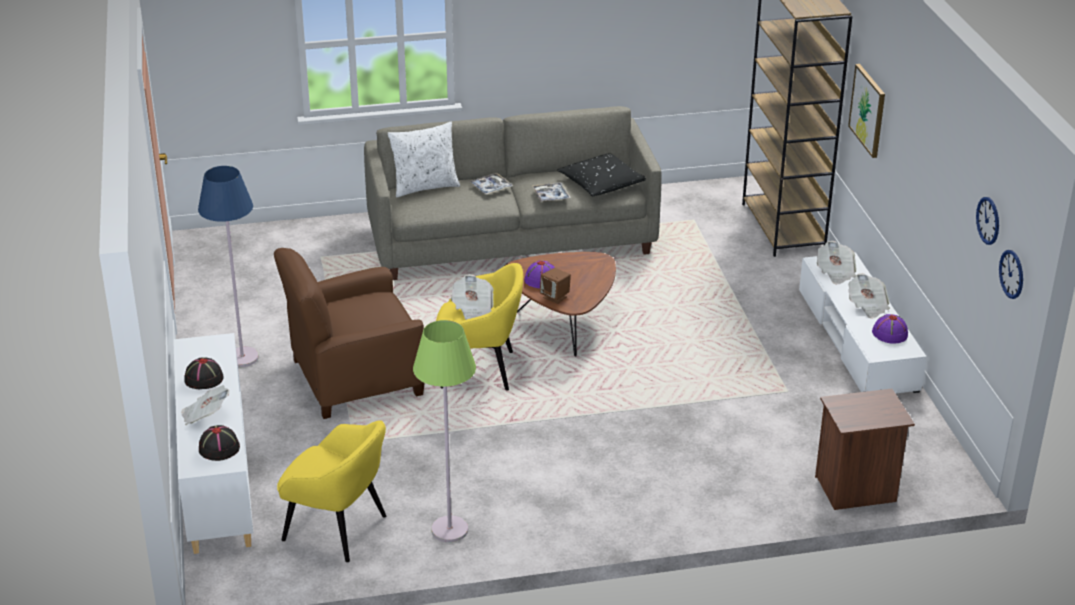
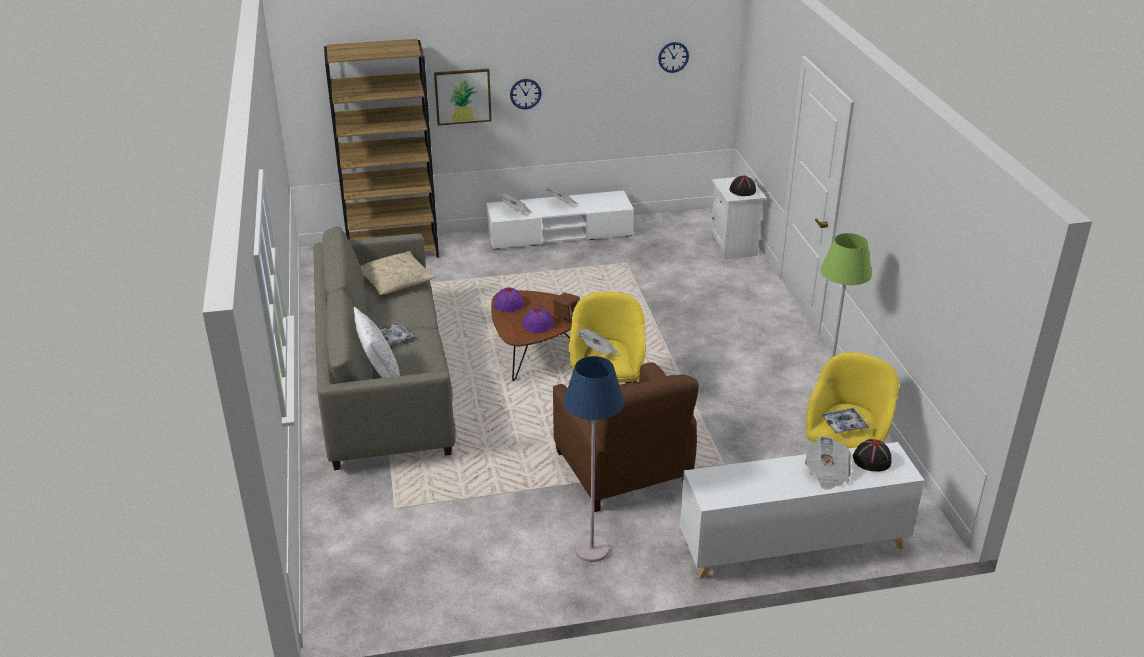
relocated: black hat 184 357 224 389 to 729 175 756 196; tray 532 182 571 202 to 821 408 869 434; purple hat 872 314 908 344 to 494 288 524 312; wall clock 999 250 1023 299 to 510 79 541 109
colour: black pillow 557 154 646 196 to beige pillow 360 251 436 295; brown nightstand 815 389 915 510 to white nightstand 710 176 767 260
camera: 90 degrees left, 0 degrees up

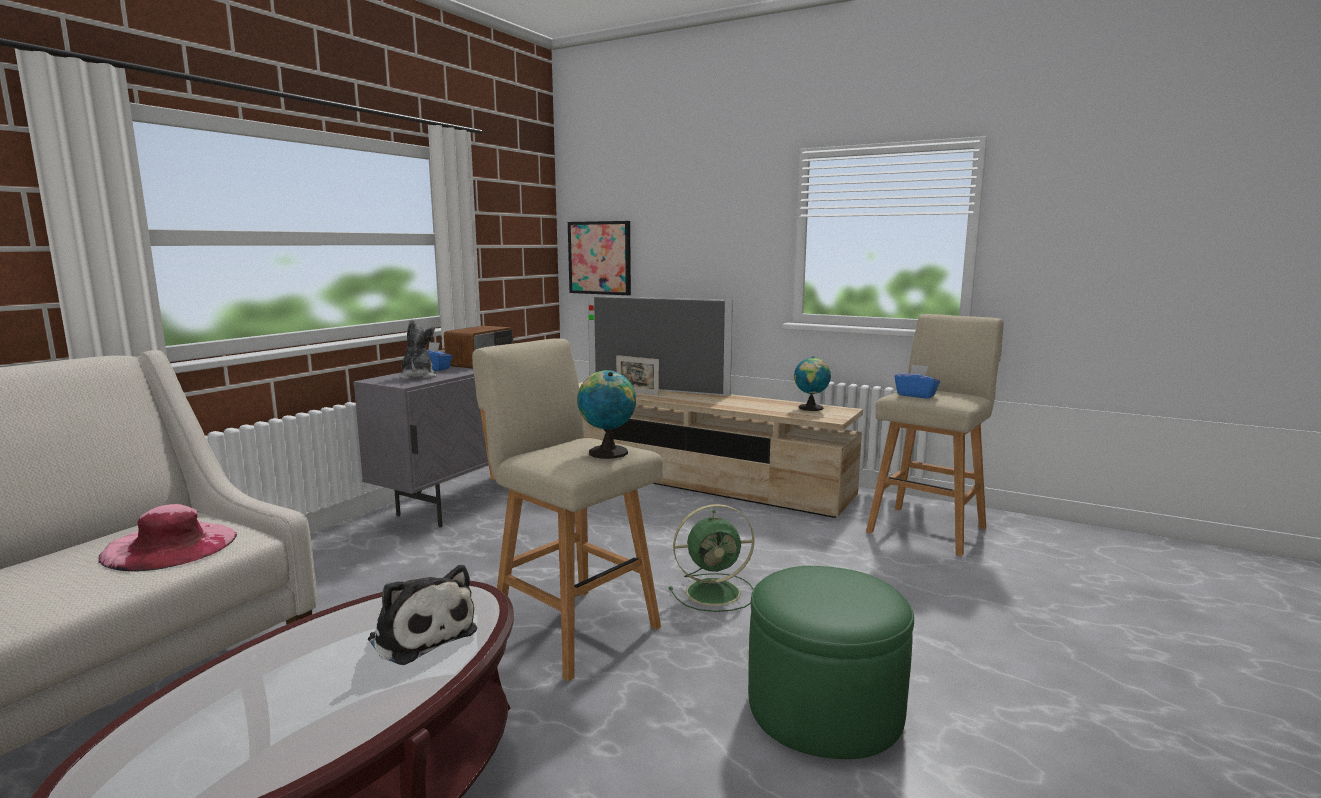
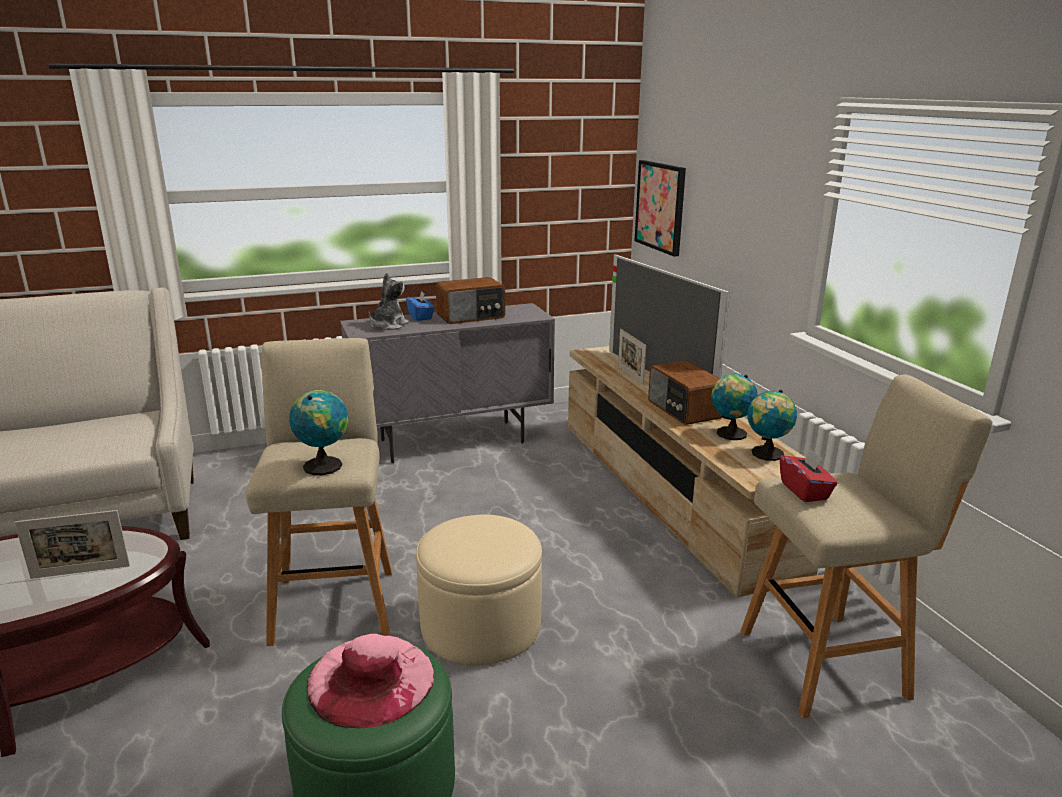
appeared: radio 648 360 722 425; globe 711 374 758 440
relocated: pink hat 99 504 237 572 to 307 634 434 728
exchanged: plush toy 368 565 477 665 to picture frame 14 510 130 579; green fan 669 504 754 612 to beige ottoman 416 514 542 666
colour: blue tissue box 895 365 940 399 to red tissue box 780 448 837 502
camera: 40 degrees right, 10 degrees up

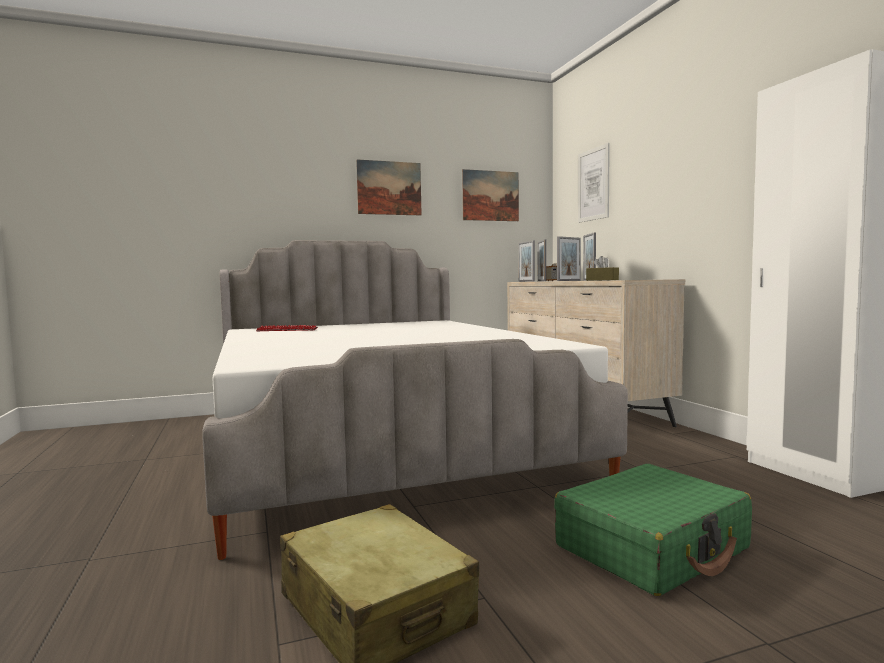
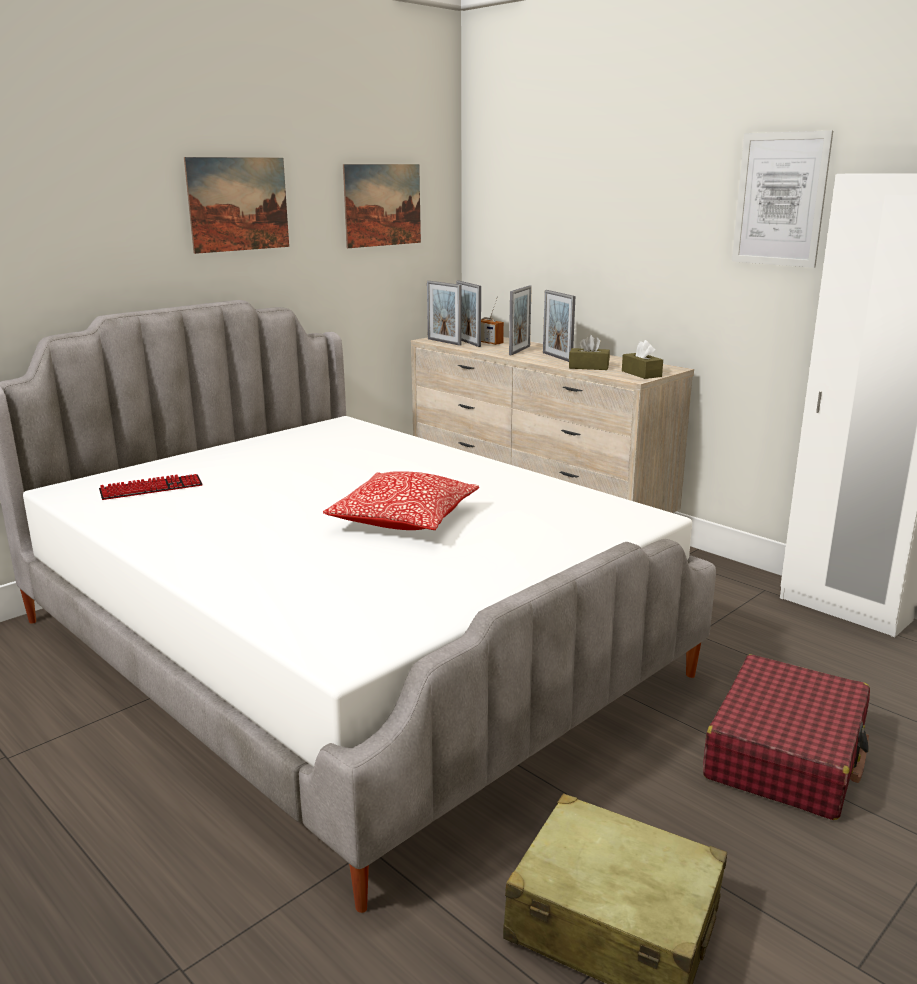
appeared: pillow 323 471 479 530; brown tissue box 622 340 663 379
relocated: picture 578 143 610 223 to 732 131 833 268
colour: green suitcase 554 464 752 596 to red suitcase 703 654 870 820
camera: 25 degrees left, 15 degrees up

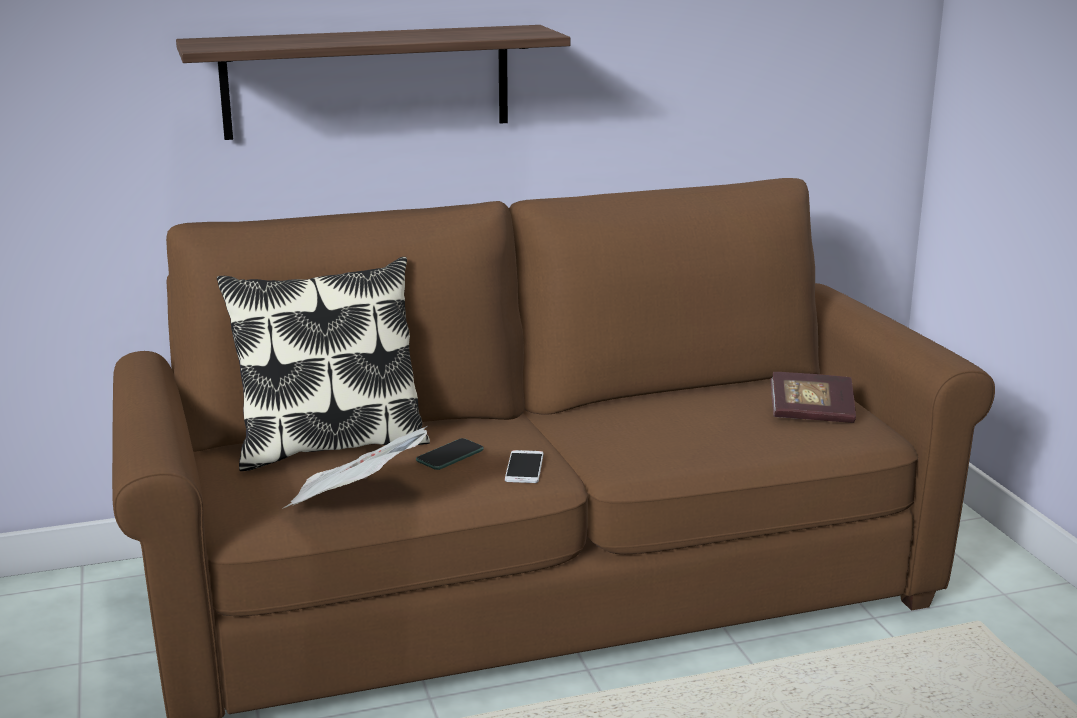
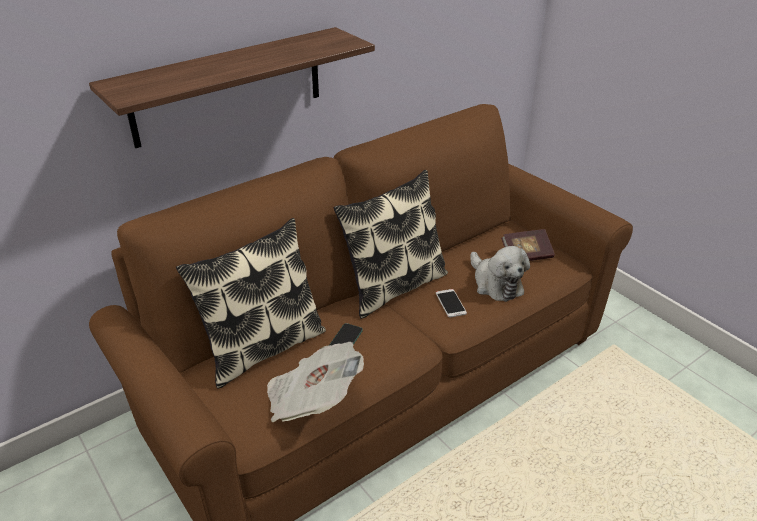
appeared: pillow 334 170 448 319; plush toy 470 246 530 302
relocated: phone 505 450 544 483 to 436 289 467 317
camera: 20 degrees left, 15 degrees up

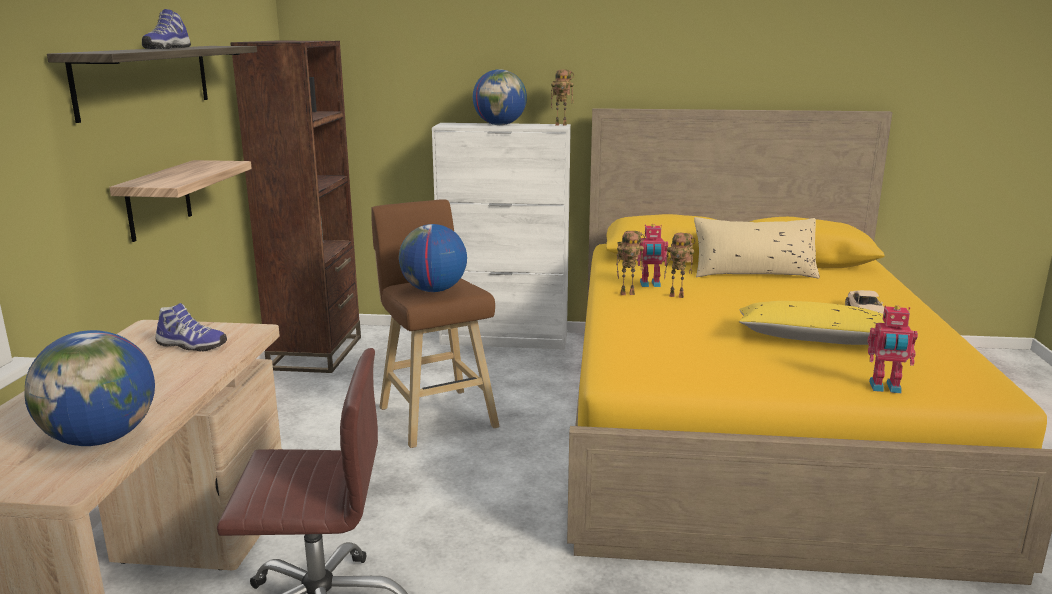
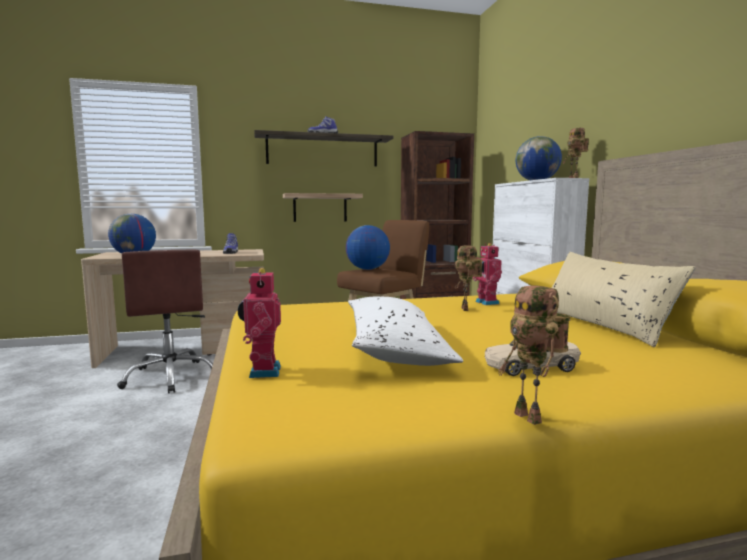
relocated: toy robot 616 231 645 295 to 498 285 570 425
colour: yellow pillow 739 301 884 345 to white pillow 348 297 463 366
camera: 70 degrees right, 10 degrees down

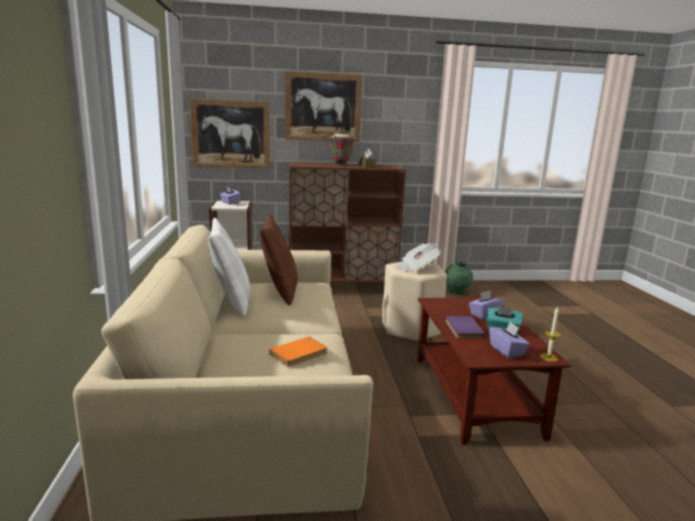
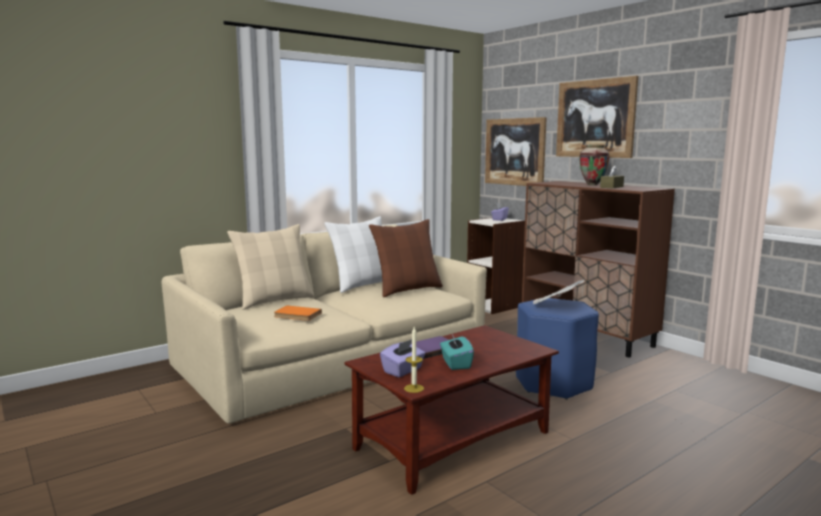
missing: green vase 445 262 473 295; purple tissue box 469 291 505 320
appeared: beige pillow 227 224 314 310
colour: beige stool 382 262 447 342 to blue stool 516 298 599 400
camera: 60 degrees right, 5 degrees down

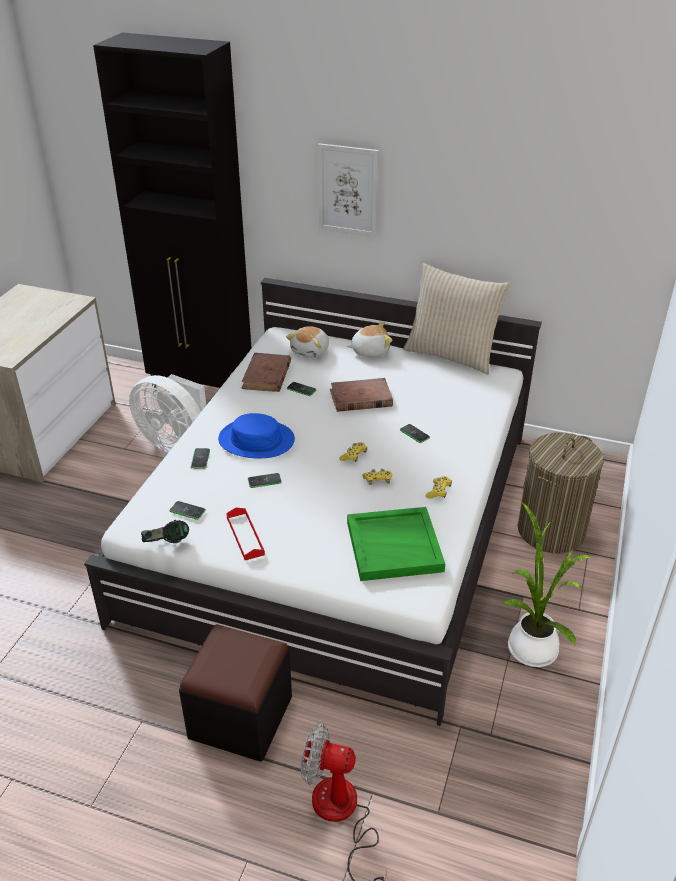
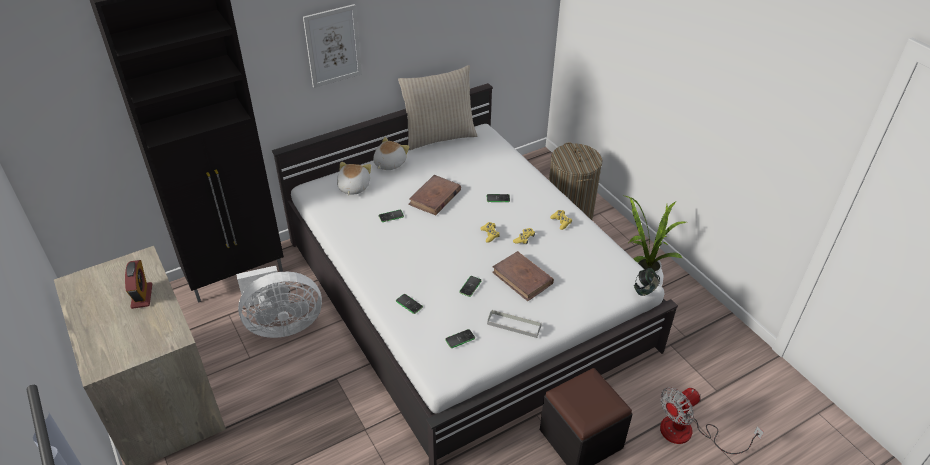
missing: blue hat 218 413 295 458; green tray 347 507 445 581
appeared: alarm clock 125 260 152 309
relocated: headphones 141 520 189 543 to 634 267 660 296; brown book 241 353 291 392 to 492 251 554 301
colour: red tray 226 507 265 560 to grey tray 487 310 542 338
spun: plush toy 286 326 329 358 = 337 162 371 195 150 degrees counterclockwise
camera: 50 degrees left, 5 degrees up

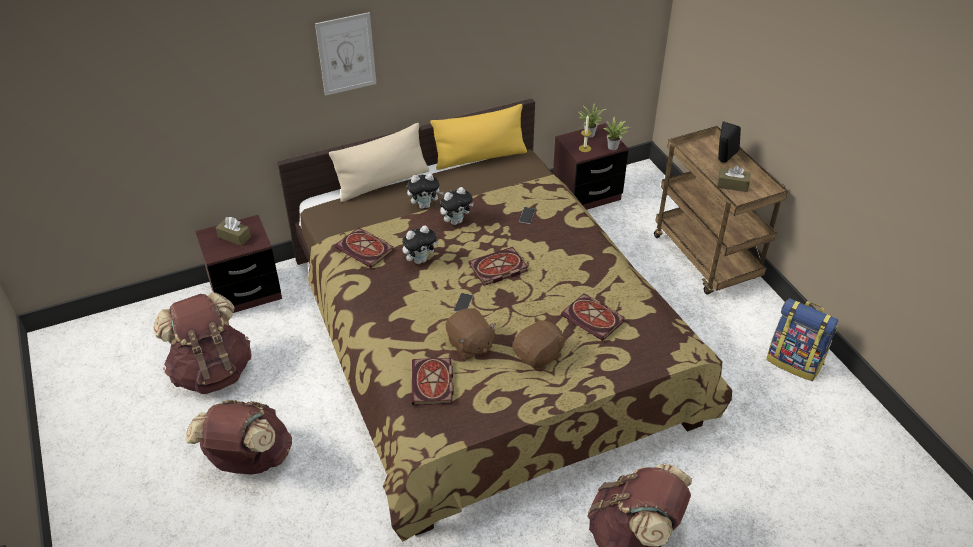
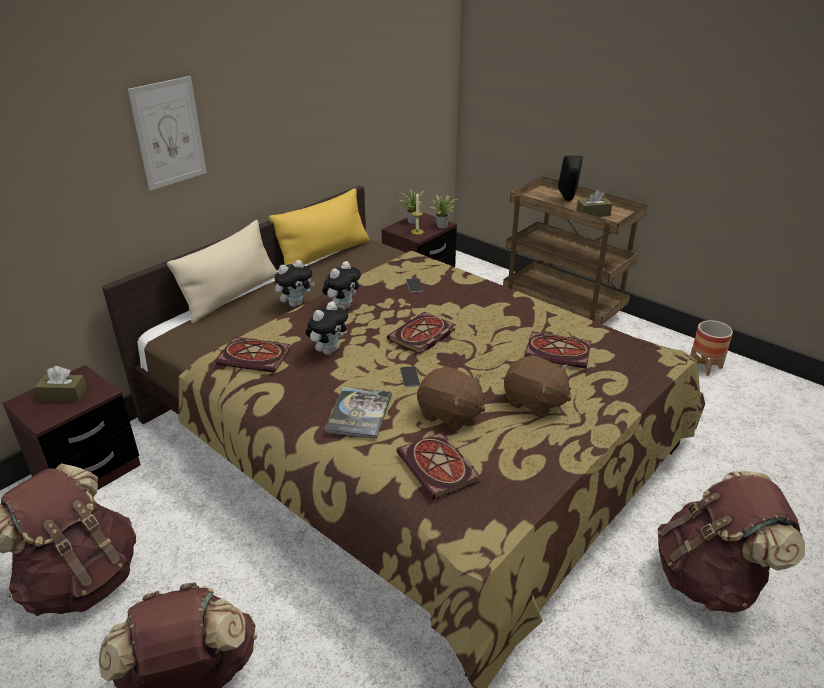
appeared: book 324 387 392 439
exchanged: backpack 766 298 838 381 to planter 690 320 733 376
spun: brown plush toy 513 316 566 371 = 504 355 571 418 105 degrees clockwise
camera: 25 degrees left, 10 degrees down

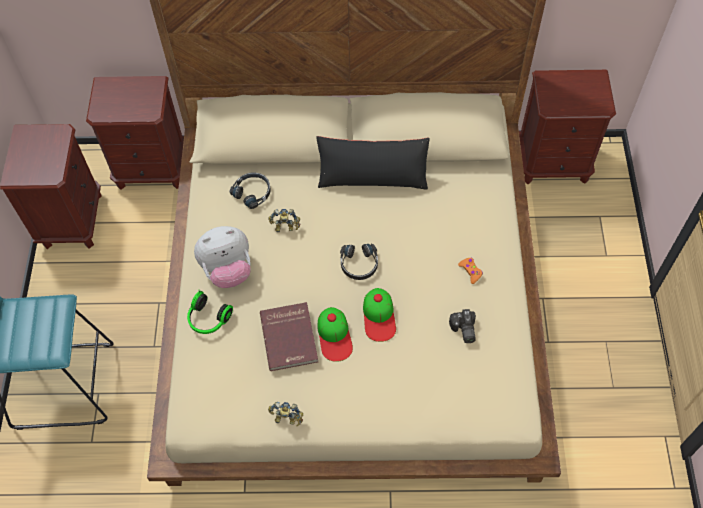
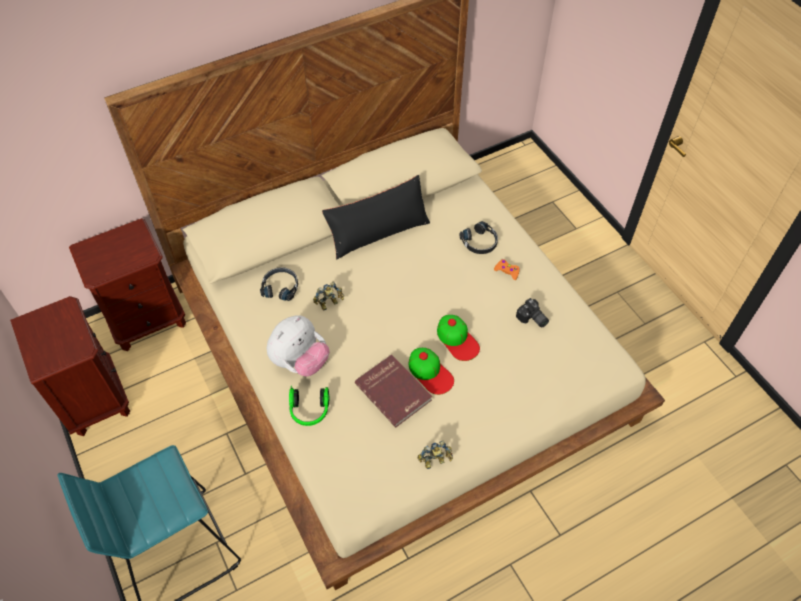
missing: brown nightstand 519 70 616 184
relocated: black headphones 340 243 378 280 to 460 221 498 254
camera: 30 degrees left, 5 degrees down

